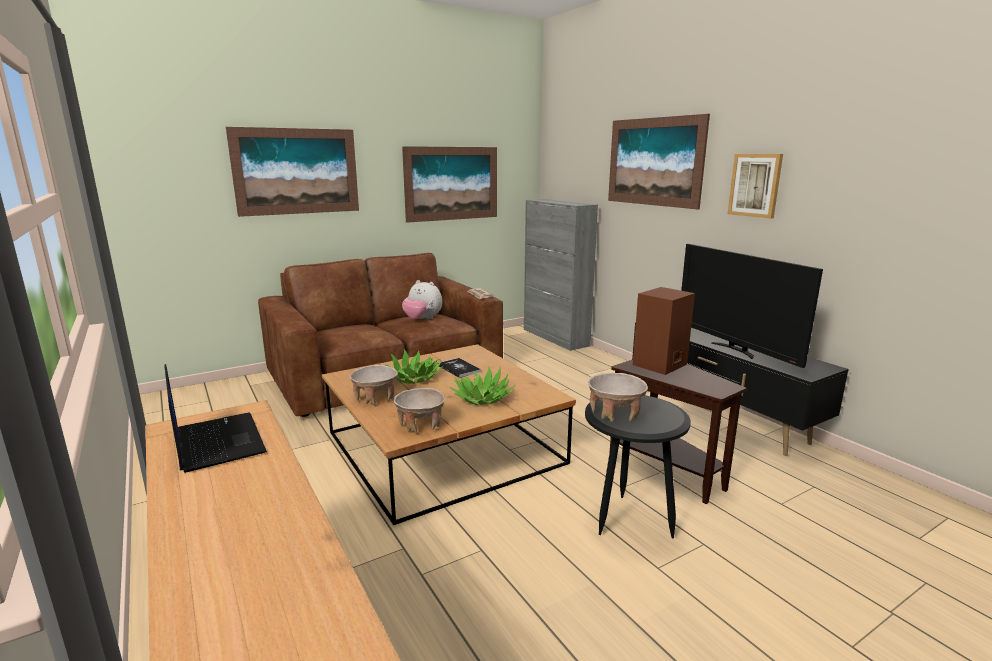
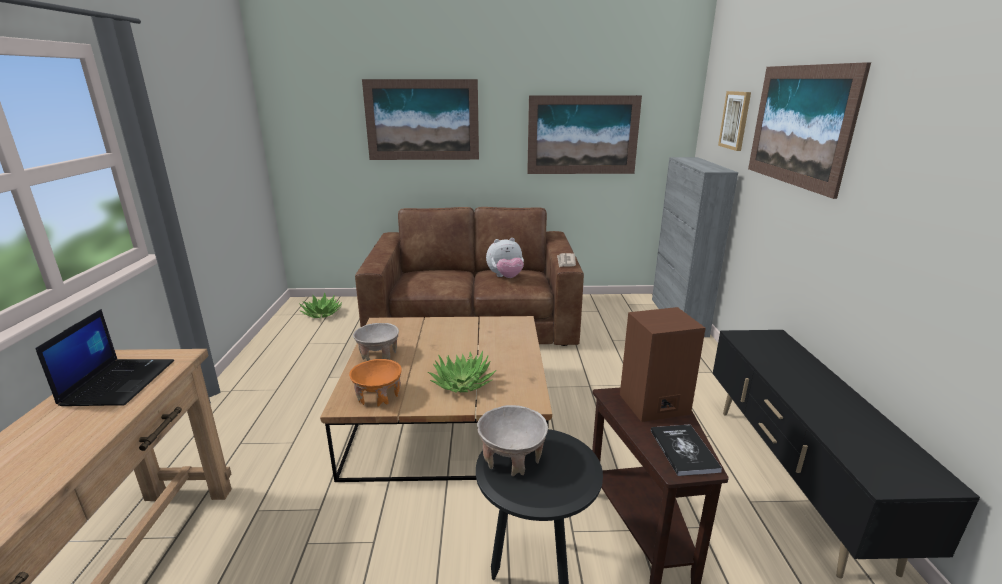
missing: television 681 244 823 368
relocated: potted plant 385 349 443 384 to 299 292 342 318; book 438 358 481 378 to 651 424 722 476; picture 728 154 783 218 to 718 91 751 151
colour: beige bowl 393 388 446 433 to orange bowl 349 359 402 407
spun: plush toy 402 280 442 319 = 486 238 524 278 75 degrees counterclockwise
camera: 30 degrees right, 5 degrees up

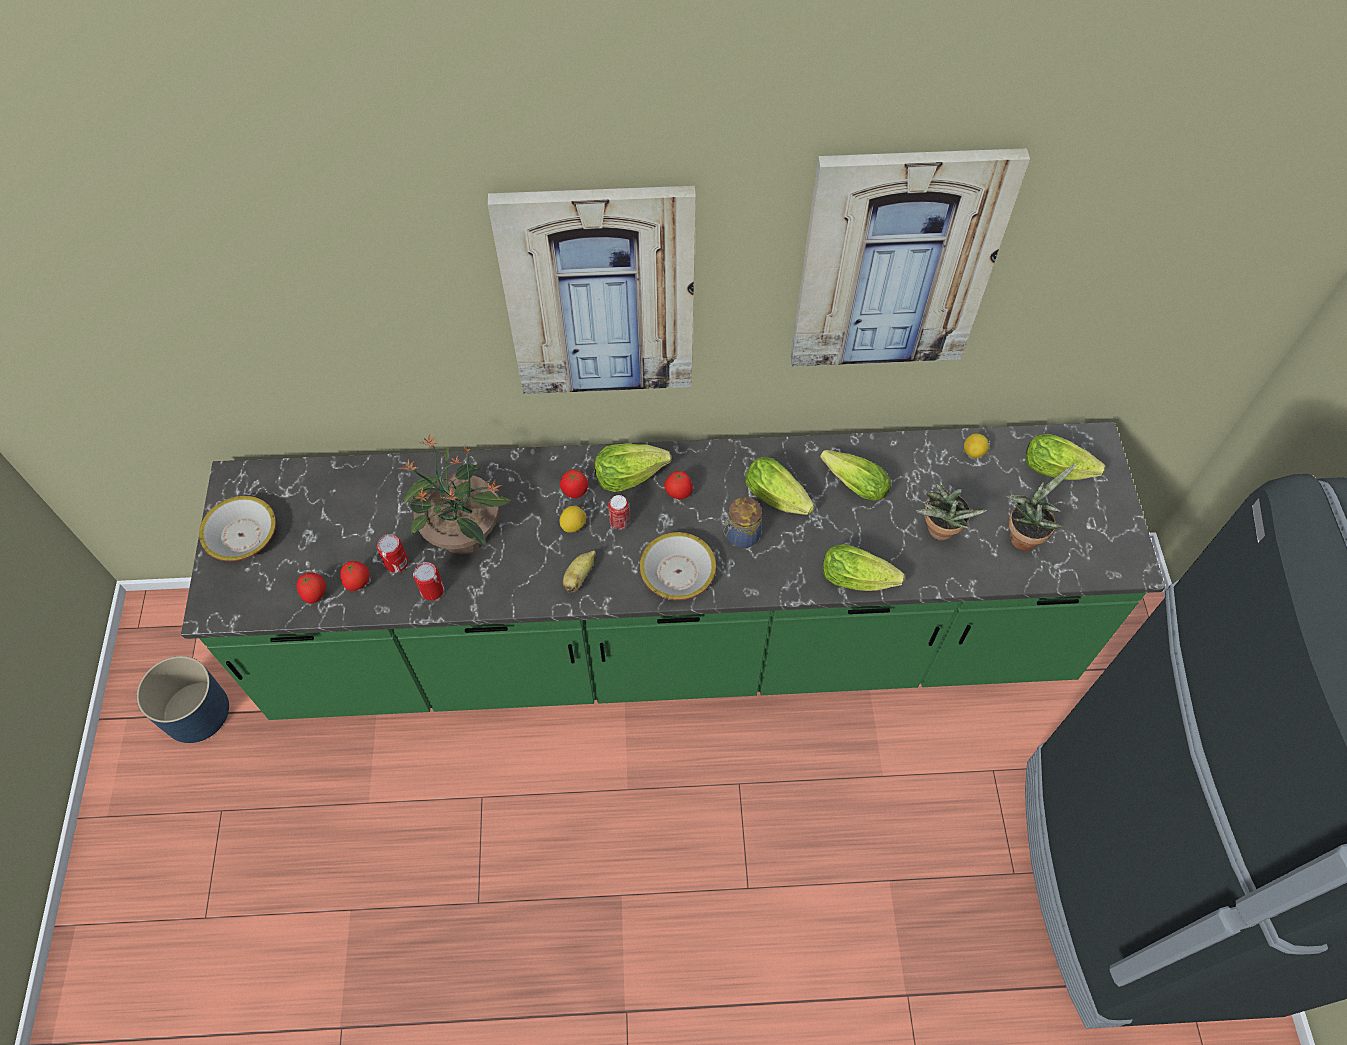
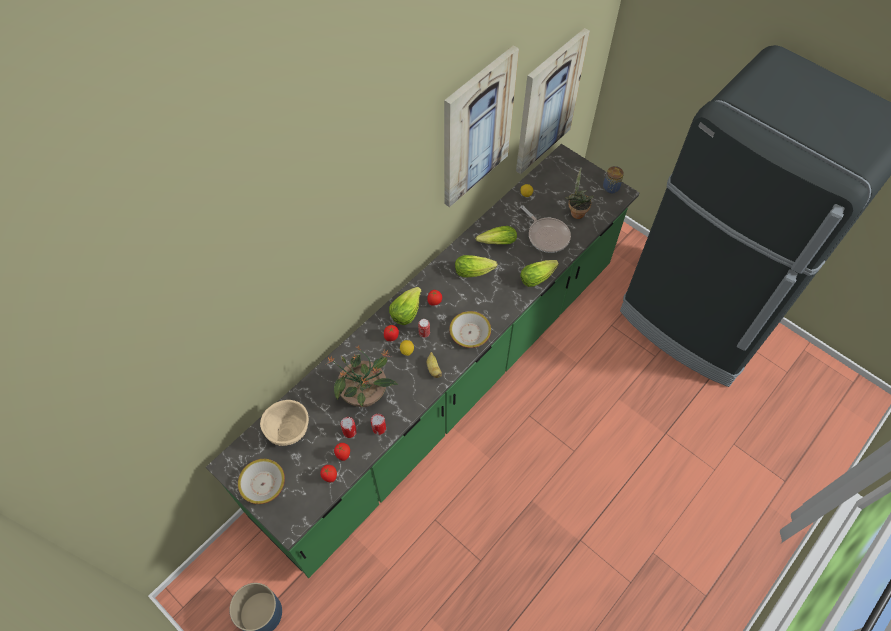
missing: lettuce 1026 434 1105 480
appeared: beige bowl 260 400 309 446
relocated: picture 488 186 696 394 to 516 28 590 174; jar 723 497 762 548 to 603 166 624 194
exchanged: potted plant 916 483 987 541 to frying pan 520 205 571 253
camera: 45 degrees left, 0 degrees up

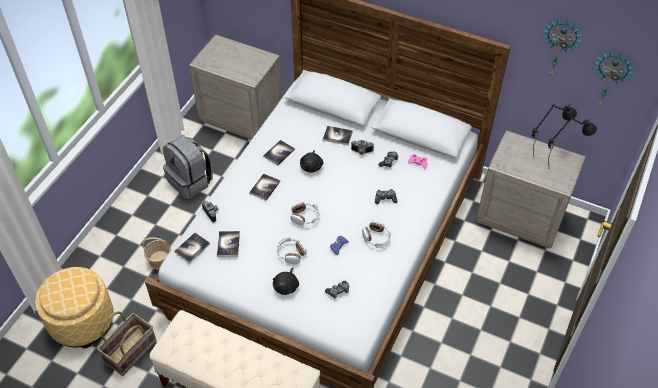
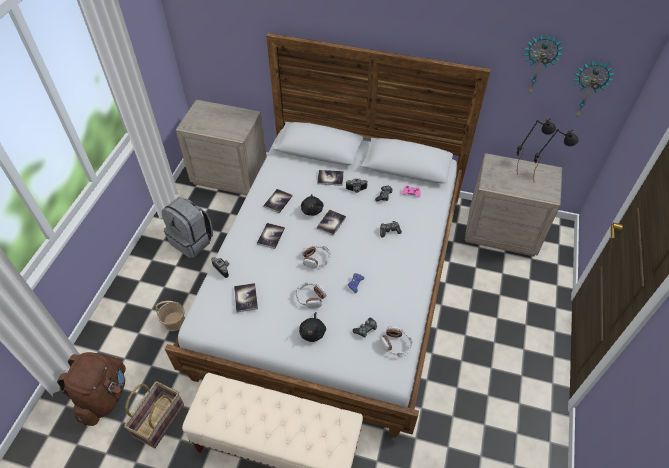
relocated: book 174 232 210 263 to 317 210 346 236; headphones 362 220 391 248 to 380 326 412 356
exchanged: ottoman 35 267 114 349 to brown backpack 57 352 126 426
camera: 10 degrees left, 0 degrees up

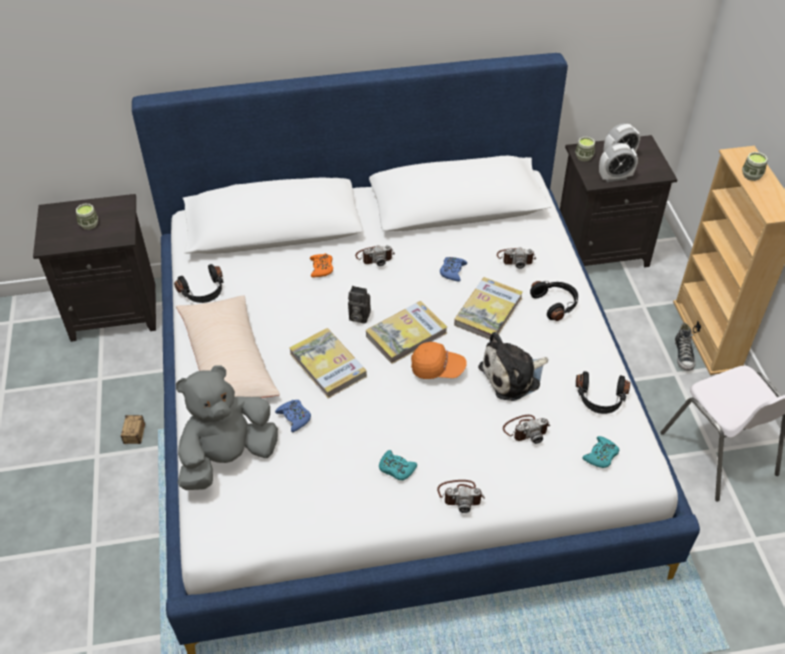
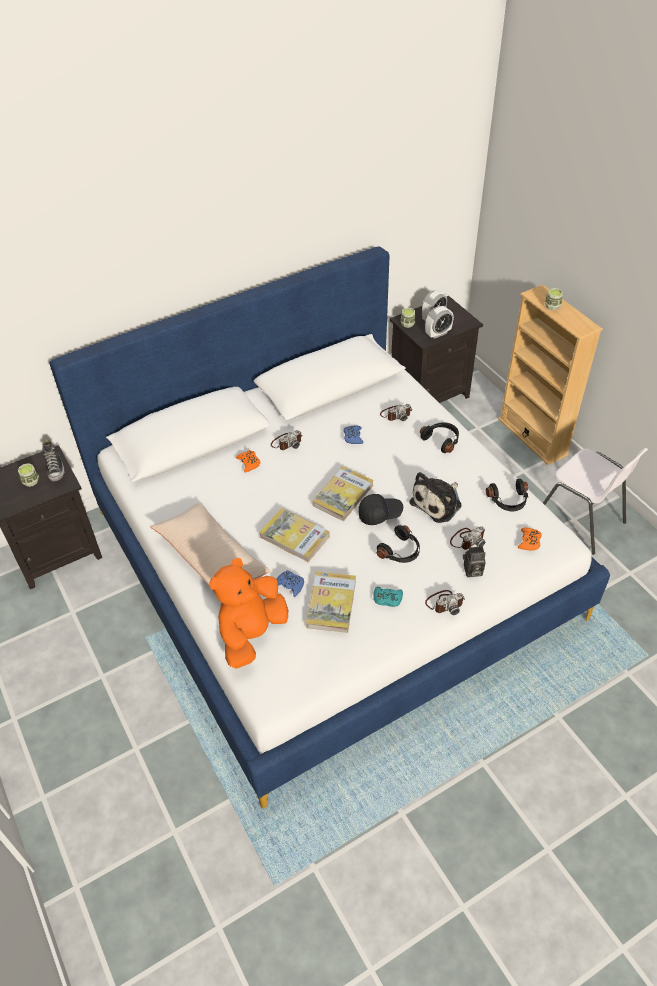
missing: storage box 121 415 145 448
relocated: black headphones 174 264 224 303 to 377 525 420 563; photo camera 348 286 371 324 to 463 546 486 577; book 454 277 523 340 to 306 571 356 633; shoe 675 323 696 371 to 42 439 65 481
colour: grey plush toy 176 365 278 490 to orange plush toy 209 558 288 669; orange cap 411 342 467 379 to black cap 359 494 403 525; turquoise game controller 582 436 619 468 to orange game controller 518 528 542 550
camera: 20 degrees left, 0 degrees up

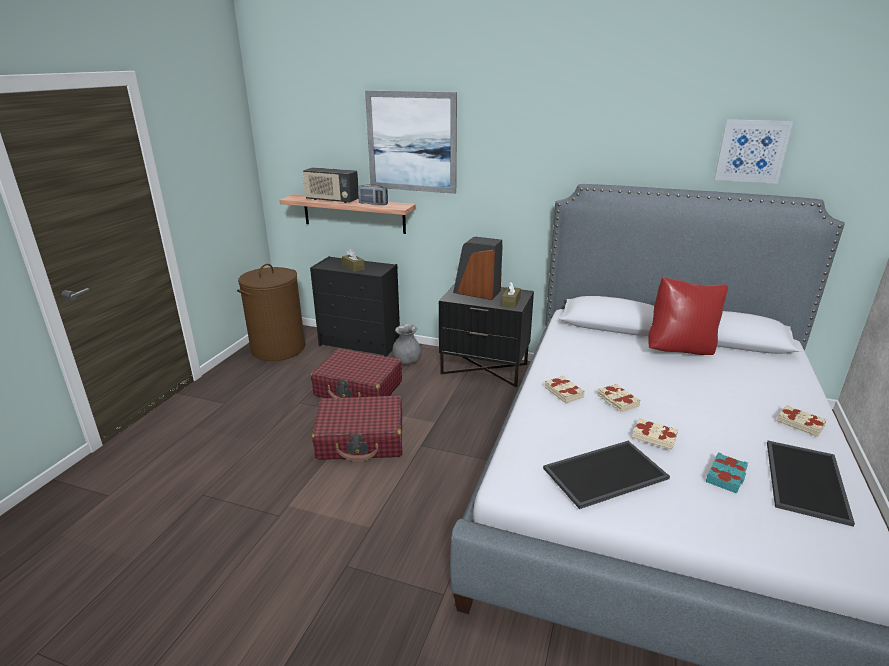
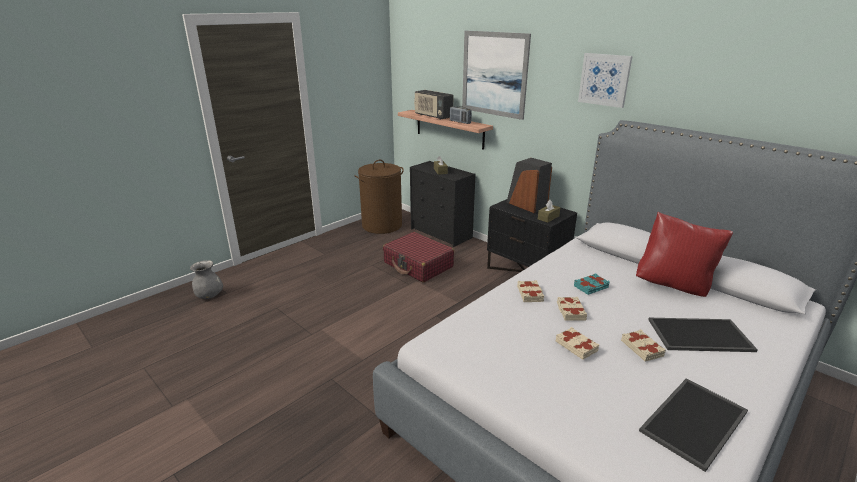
missing: red suitcase 312 396 402 462
relocated: grey vase 392 324 422 364 to 190 260 223 299; tray 543 441 670 509 to 648 318 758 352; turquoise book 706 452 748 494 to 574 273 610 295; picture 714 119 793 184 to 578 53 632 108; beige book 777 405 827 437 to 621 329 666 362
camera: 25 degrees right, 0 degrees up

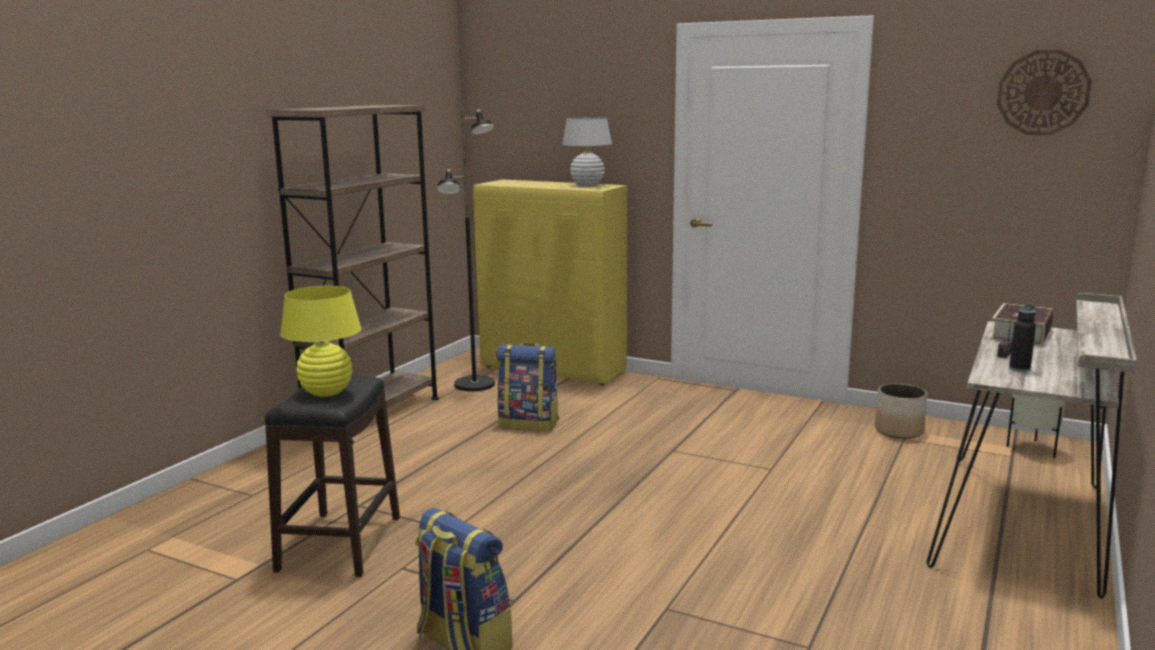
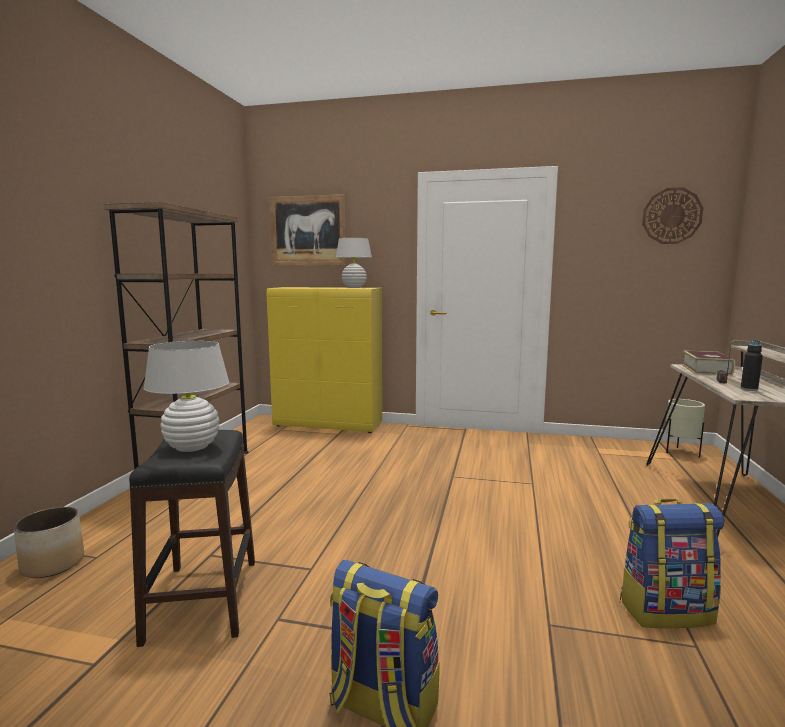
missing: black floor lamp 437 109 495 391
appeared: picture 269 194 347 266
relocated: backpack 497 343 559 431 to 620 499 724 629; planter 875 384 927 439 to 13 507 84 578
colour: yellow table lamp 280 286 361 397 to white table lamp 143 341 229 452
camera: 15 degrees left, 5 degrees down

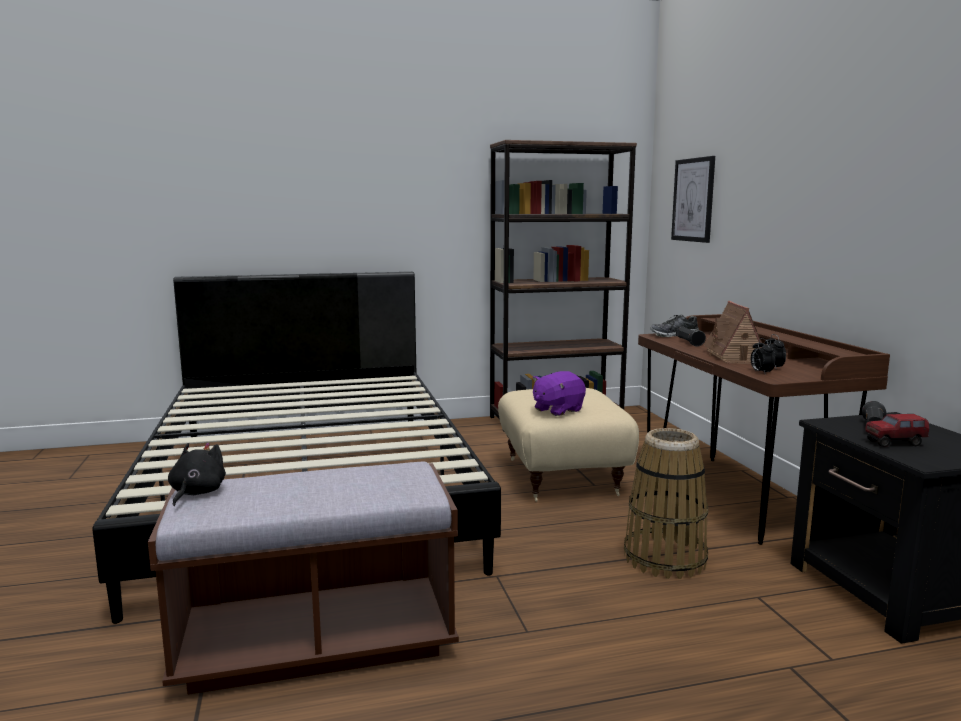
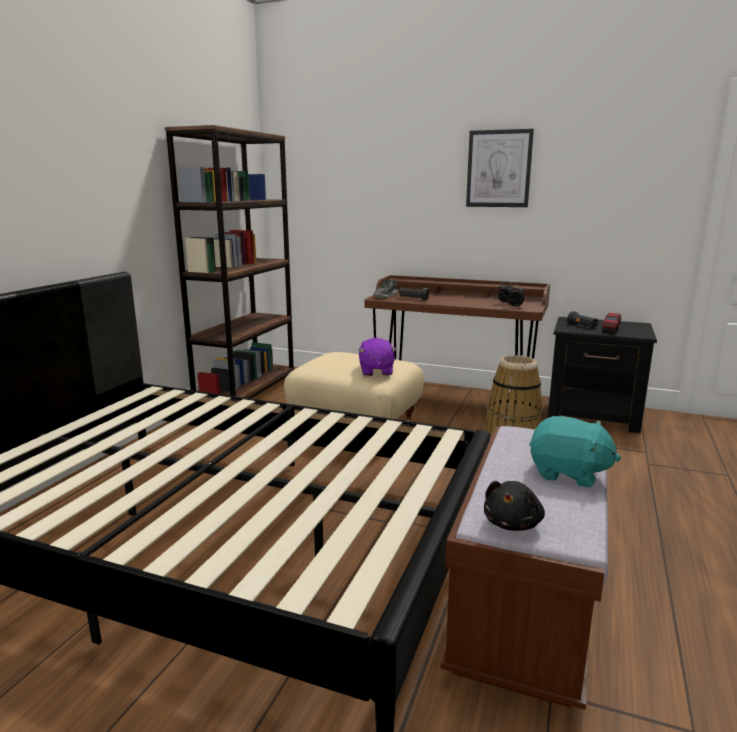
missing: toy house 704 301 762 363
appeared: turquoise plush toy 529 416 621 488
relocated: picture 671 156 715 243 to 466 129 534 207
spun: black plush toy 168 443 226 506 = 484 481 545 531 105 degrees counterclockwise
camera: 55 degrees left, 5 degrees up

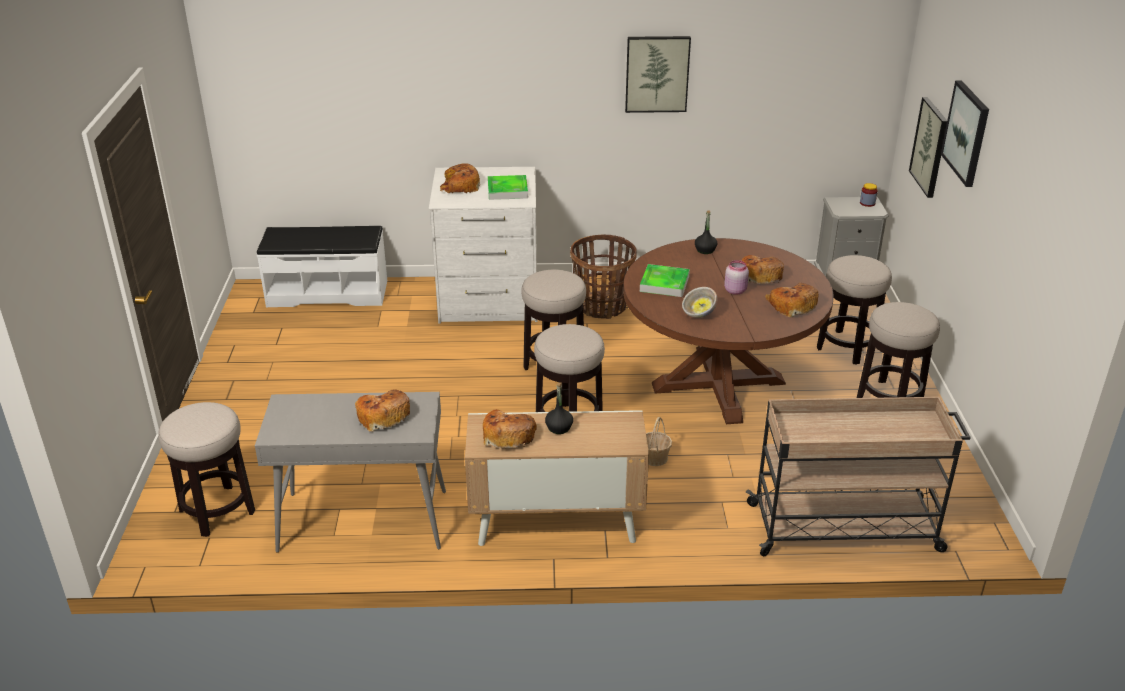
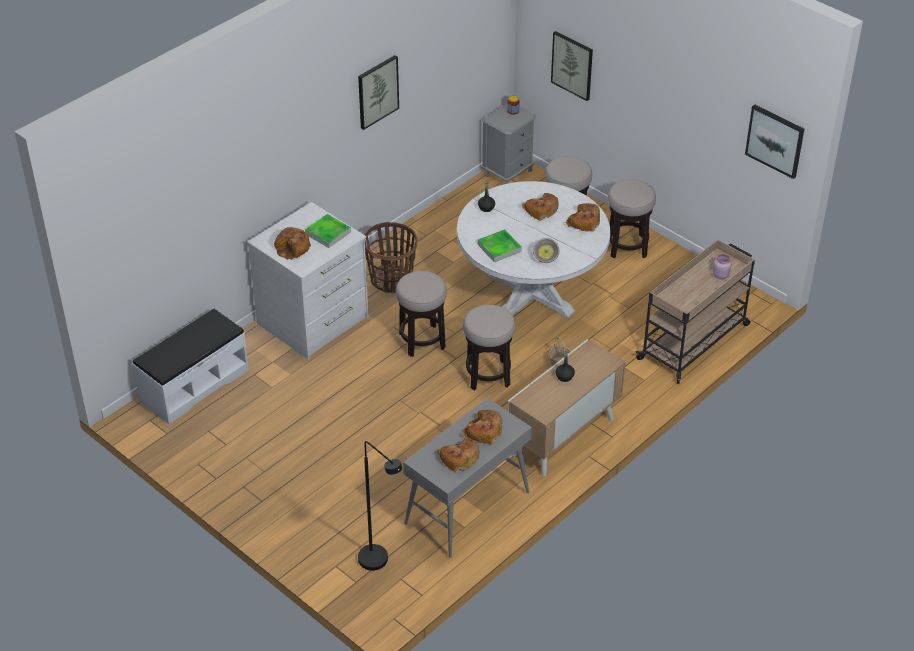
relocated: bread 483 409 537 449 to 437 438 479 473; pink jar 724 260 749 295 to 713 254 731 279; picture 941 80 989 187 to 745 105 804 179
exchanged: stool 158 402 255 537 to black floor lamp 358 441 402 571
colour: brown dining table 623 238 834 424 to white dining table 457 181 610 318
camera: 45 degrees left, 10 degrees up

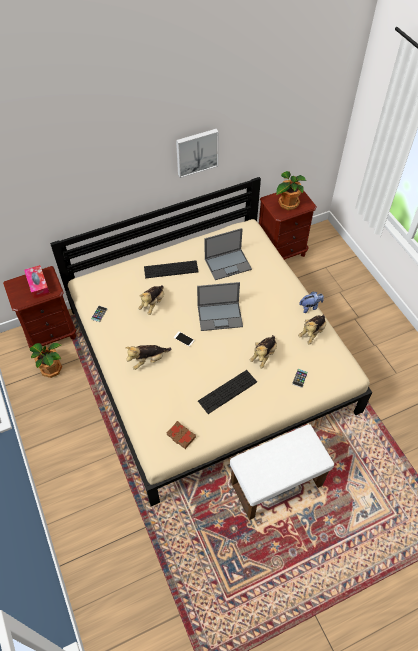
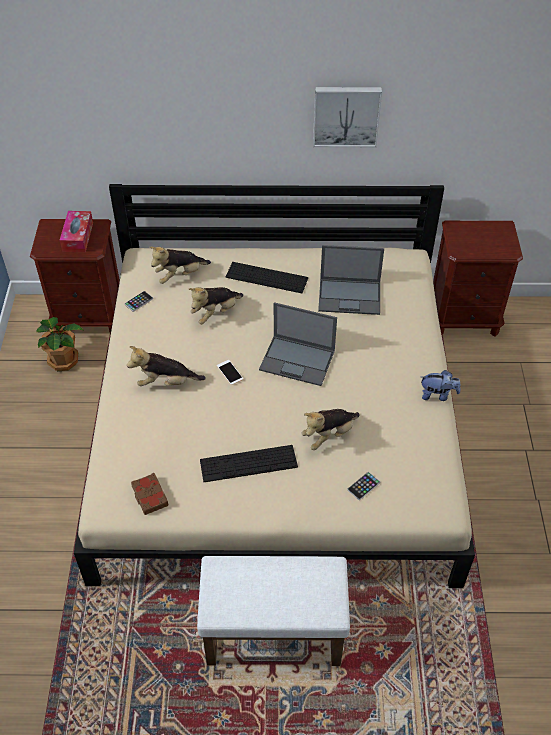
missing: potted plant 276 171 307 210
relocated: plush toy 298 315 326 345 to 149 247 211 284
camera: 25 degrees right, 5 degrees down

